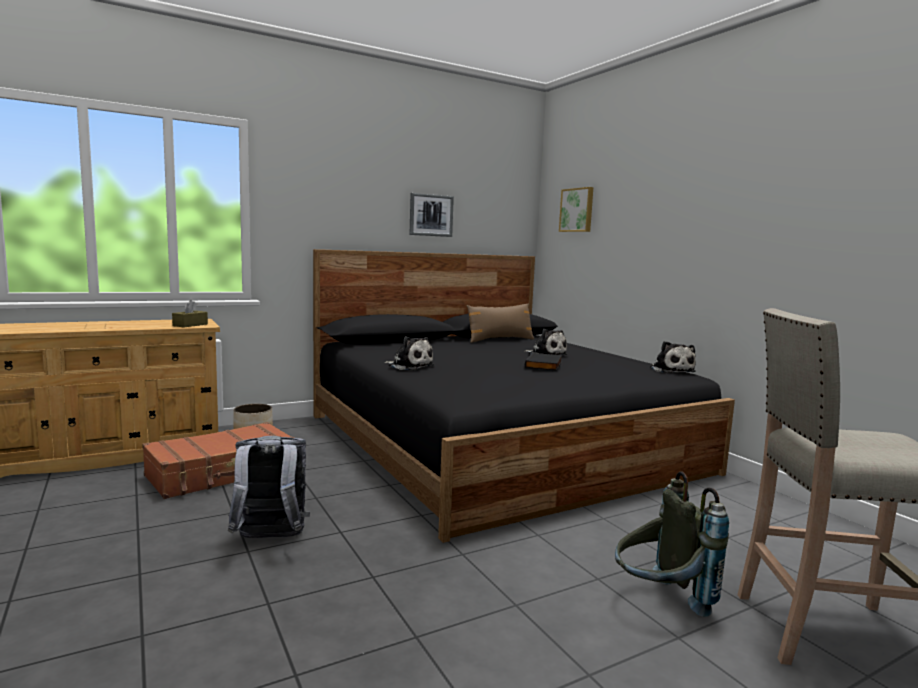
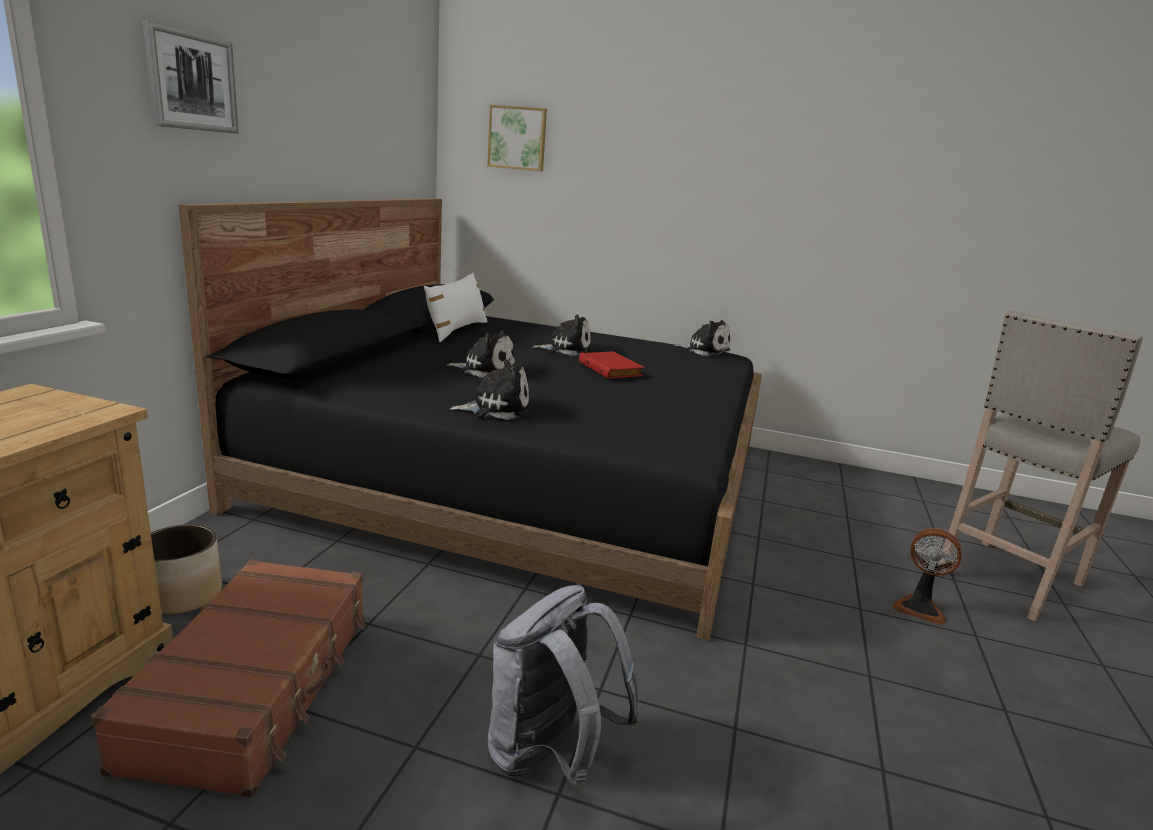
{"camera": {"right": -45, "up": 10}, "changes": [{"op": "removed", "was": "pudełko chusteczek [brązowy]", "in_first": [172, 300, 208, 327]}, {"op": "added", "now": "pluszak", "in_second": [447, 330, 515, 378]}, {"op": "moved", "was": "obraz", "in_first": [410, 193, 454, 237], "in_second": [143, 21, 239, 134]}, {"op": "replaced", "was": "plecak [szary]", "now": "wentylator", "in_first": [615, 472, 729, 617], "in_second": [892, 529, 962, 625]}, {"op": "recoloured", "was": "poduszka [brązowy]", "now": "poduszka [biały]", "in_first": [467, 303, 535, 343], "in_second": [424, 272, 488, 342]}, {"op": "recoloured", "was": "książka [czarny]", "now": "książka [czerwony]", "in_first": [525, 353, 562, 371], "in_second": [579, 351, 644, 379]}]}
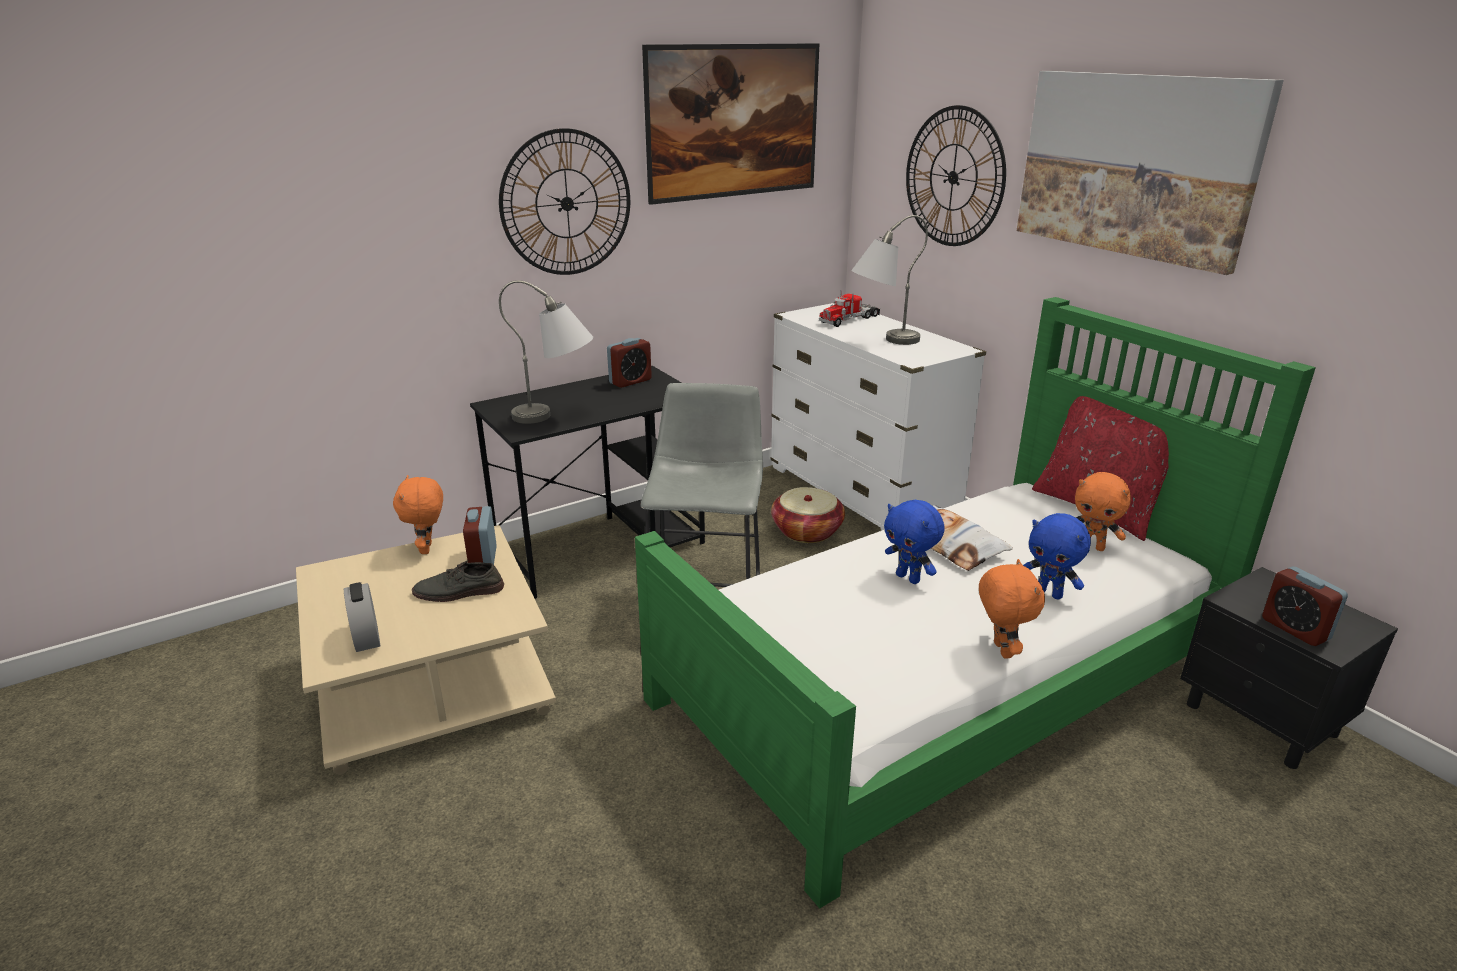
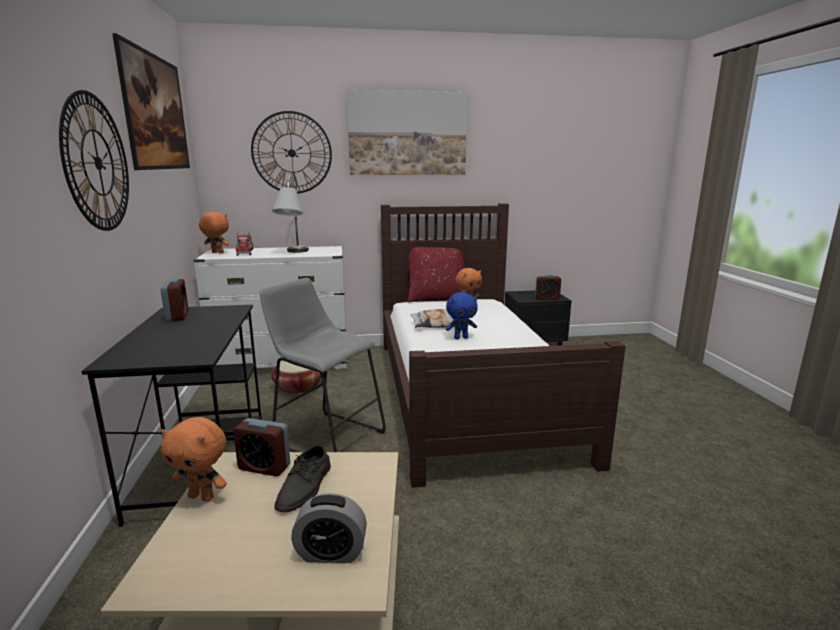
{"camera": {"right": -65, "up": -10}, "changes": [{"op": "removed", "was": "lampa stołowa [szary]", "in_first": [499, 280, 593, 424]}, {"op": "removed", "was": "pluszak [niebieski]", "in_first": [1023, 513, 1091, 600]}, {"op": "moved", "was": "pluszak [pomarańczowy]", "in_first": [979, 559, 1045, 659], "in_second": [199, 212, 229, 254]}, {"op": "recoloured", "was": "łóżko [zielony]", "now": "łóżko [brązowy]", "in_first": [635, 297, 1316, 909], "in_second": [381, 203, 626, 488]}]}
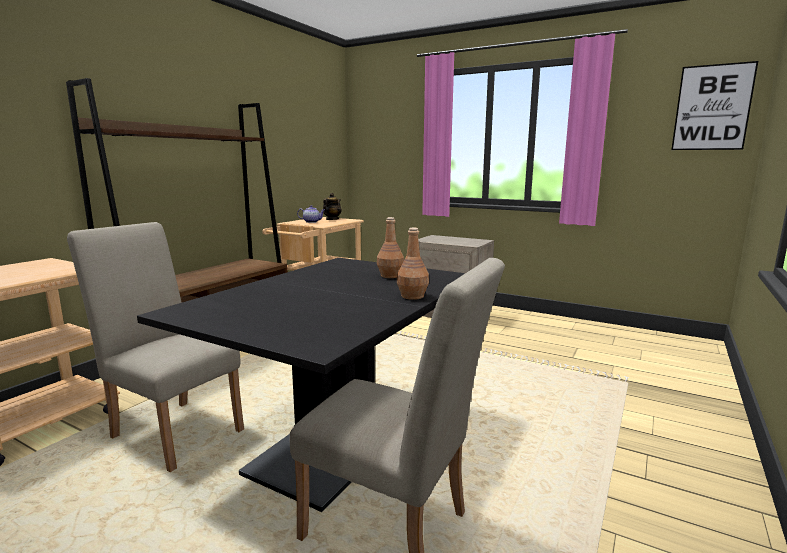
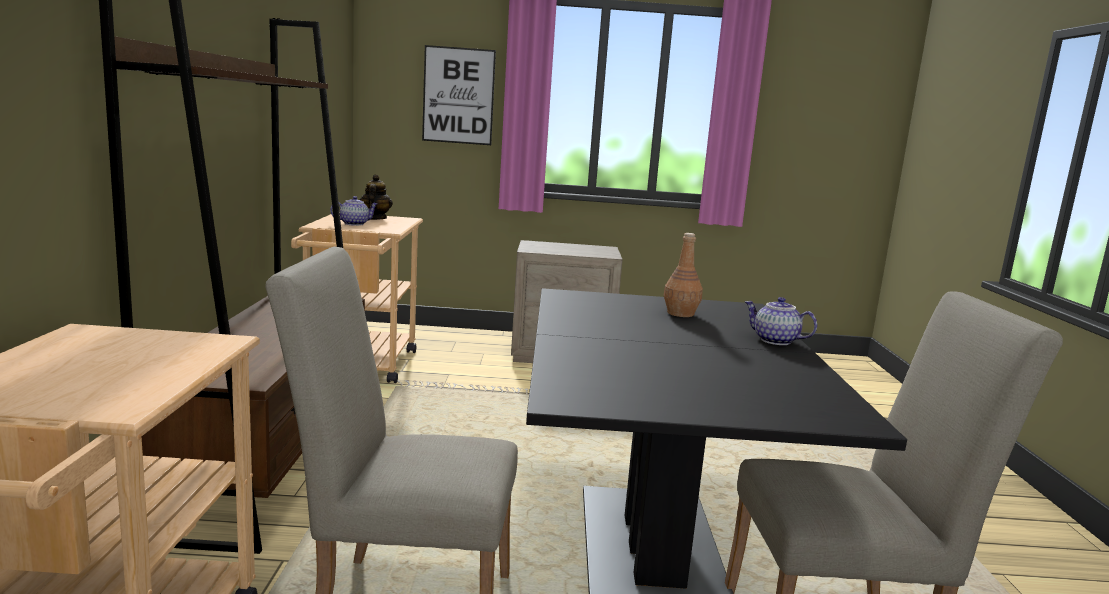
{"camera": {"right": -30, "up": 0}, "changes": [{"op": "moved", "was": "obraz", "in_first": [671, 61, 758, 150], "in_second": [422, 45, 496, 145]}, {"op": "replaced", "was": "butelka [brązowy]", "now": "imbryk", "in_first": [397, 228, 429, 300], "in_second": [745, 297, 817, 345]}]}
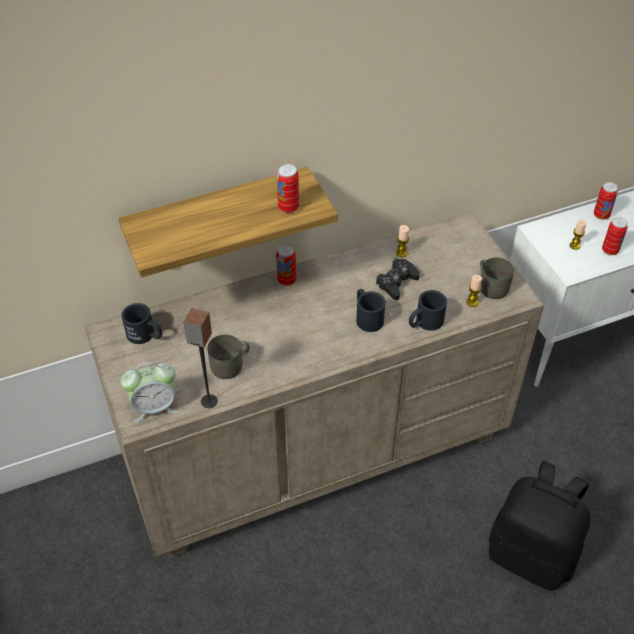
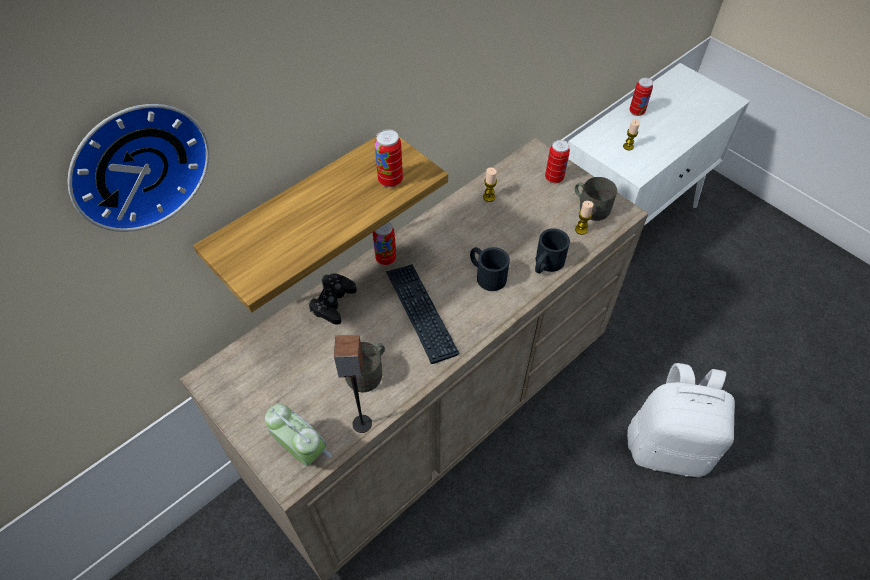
{"camera": {"right": -20, "up": 5}, "changes": [{"op": "removed", "was": "kubek [czarny]", "in_first": [121, 303, 163, 344]}, {"op": "added", "now": "zegar ścienny", "in_second": [68, 104, 210, 232]}, {"op": "added", "now": "klawiatura", "in_second": [386, 264, 459, 364]}, {"op": "moved", "was": "pad do gier [czarny]", "in_first": [376, 258, 420, 300], "in_second": [309, 273, 357, 325]}, {"op": "moved", "was": "puszka", "in_first": [602, 217, 628, 255], "in_second": [545, 140, 570, 183]}, {"op": "recoloured", "was": "plecak [czarny]", "now": "plecak [biały]", "in_first": [489, 461, 590, 591], "in_second": [627, 363, 735, 477]}, {"op": "turned", "was": "budzik", "in_first": [121, 363, 179, 422], "in_second": [265, 404, 332, 466], "clockwise": -105}]}
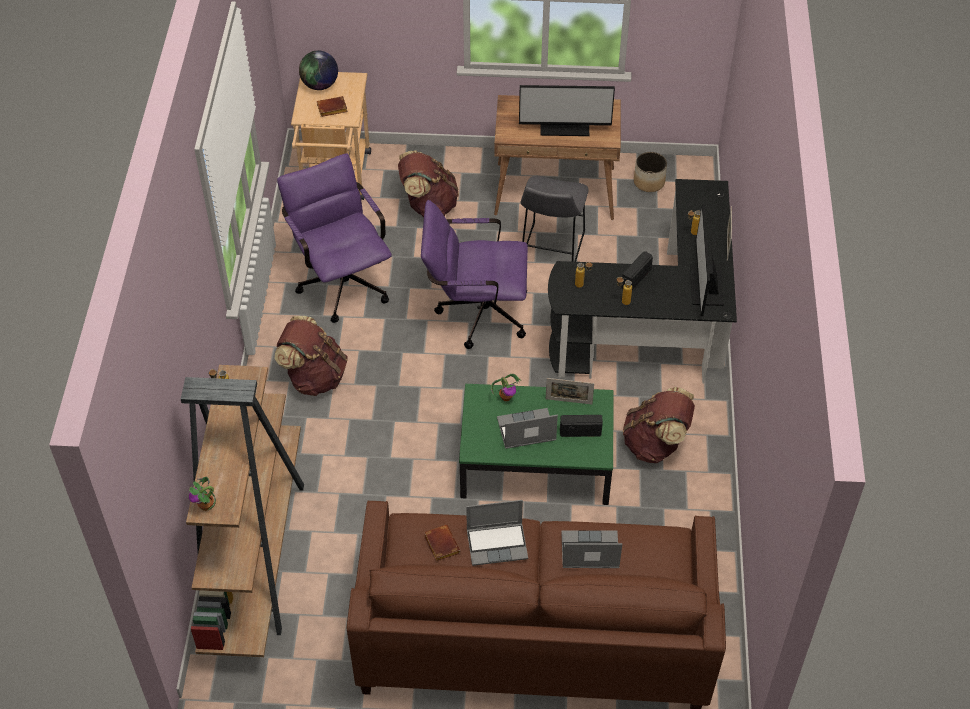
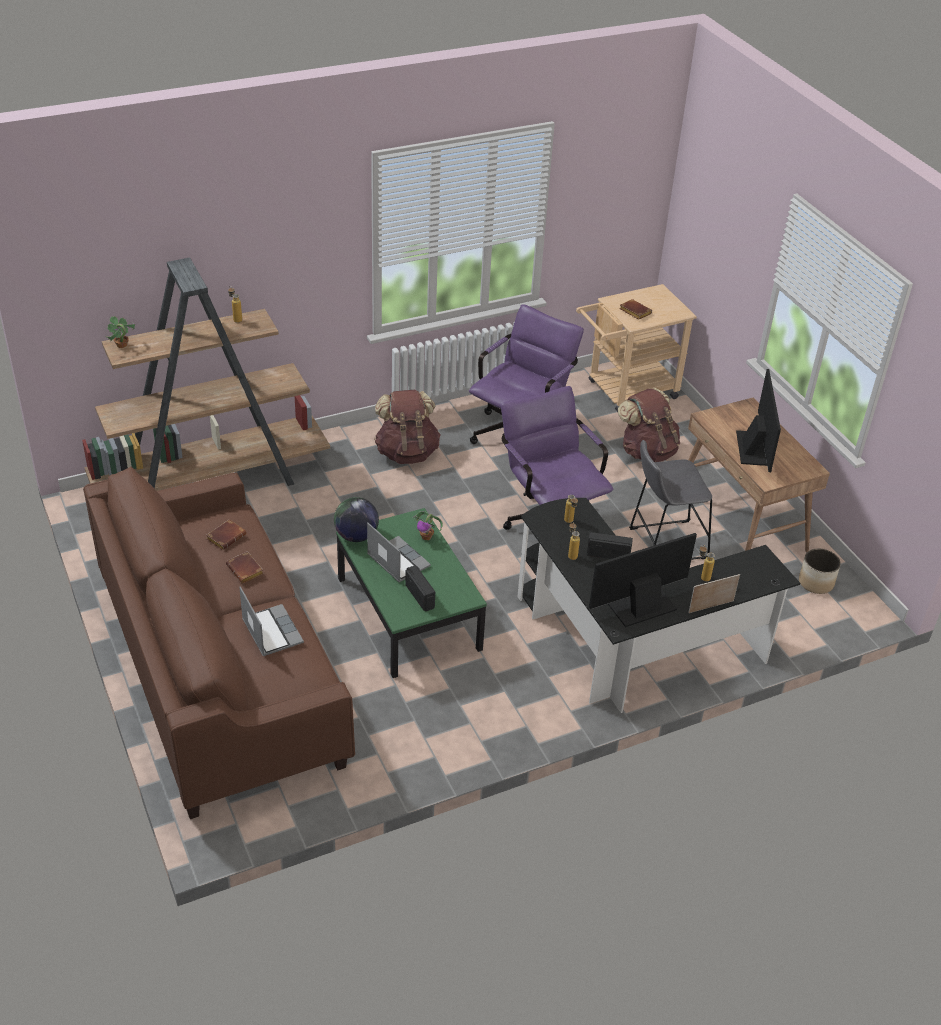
{"camera": {"right": 60, "up": -10}, "changes": [{"op": "removed", "was": "ramka na zdjęcie", "in_first": [546, 378, 594, 404]}, {"op": "removed", "was": "plecak [brązowy]", "in_first": [623, 387, 695, 463]}, {"op": "moved", "was": "globus", "in_first": [299, 51, 338, 90], "in_second": [334, 497, 379, 542]}, {"op": "replaced", "was": "laptop", "now": "książka [brązowy]", "in_first": [466, 500, 528, 566], "in_second": [226, 551, 264, 584]}, {"op": "turned", "was": "monitor", "in_first": [519, 85, 615, 136], "in_second": [736, 369, 781, 472], "clockwise": -150}]}
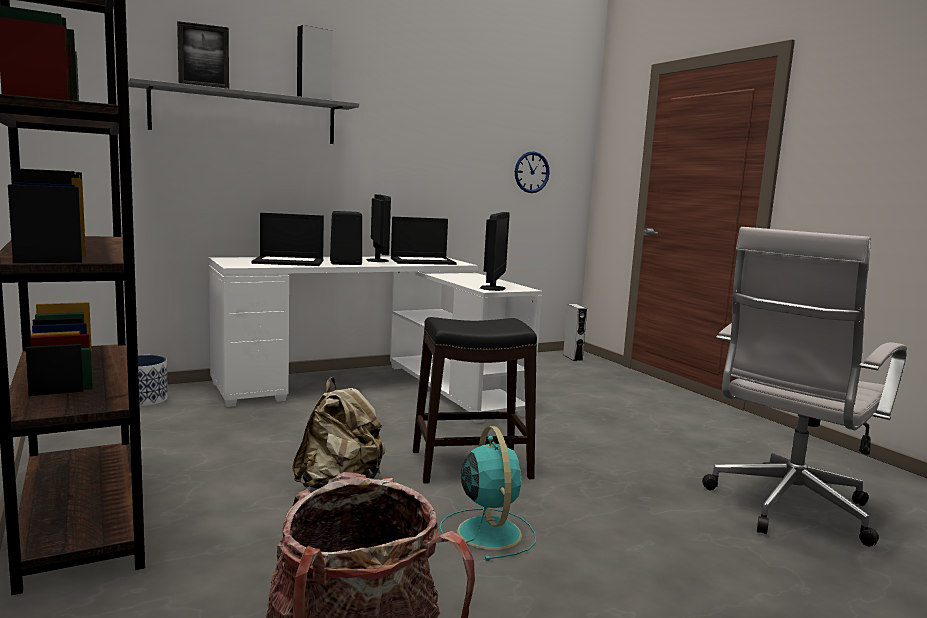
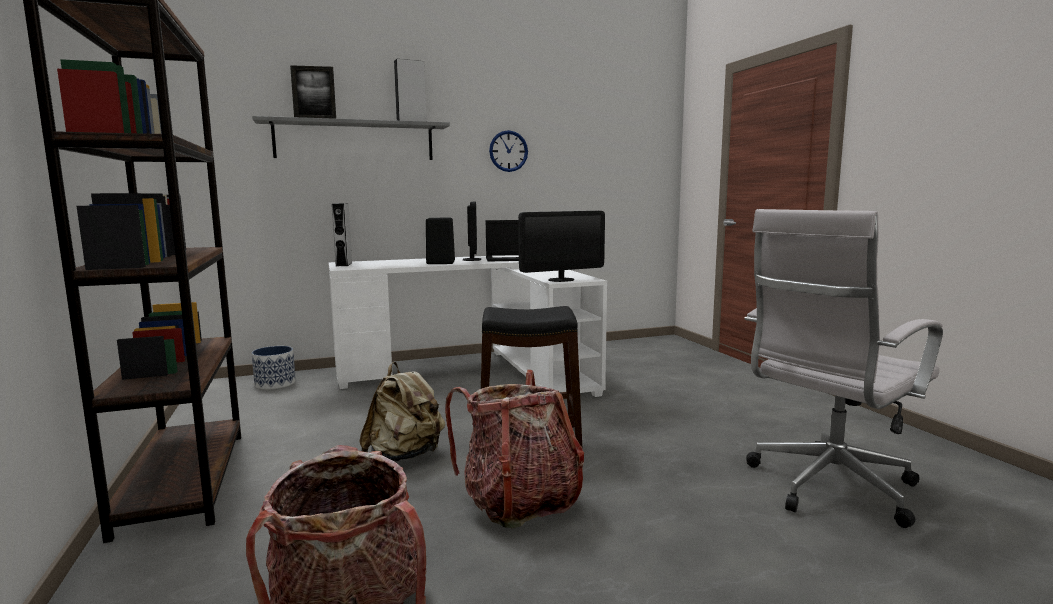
{"camera": {"right": 10, "up": 0}, "changes": [{"op": "removed", "was": "laptop", "in_first": [251, 213, 324, 266]}, {"op": "moved", "was": "zegar ścienny", "in_first": [515, 151, 550, 193], "in_second": [489, 130, 528, 172]}, {"op": "moved", "was": "głośnik [szary]", "in_first": [563, 304, 587, 361], "in_second": [332, 203, 352, 266]}, {"op": "replaced", "was": "wentylator [turkusowy]", "now": "plecak", "in_first": [440, 426, 536, 561], "in_second": [445, 370, 584, 529]}, {"op": "turned", "was": "monitor", "in_first": [480, 212, 510, 291], "in_second": [518, 211, 605, 282], "clockwise": 45}]}
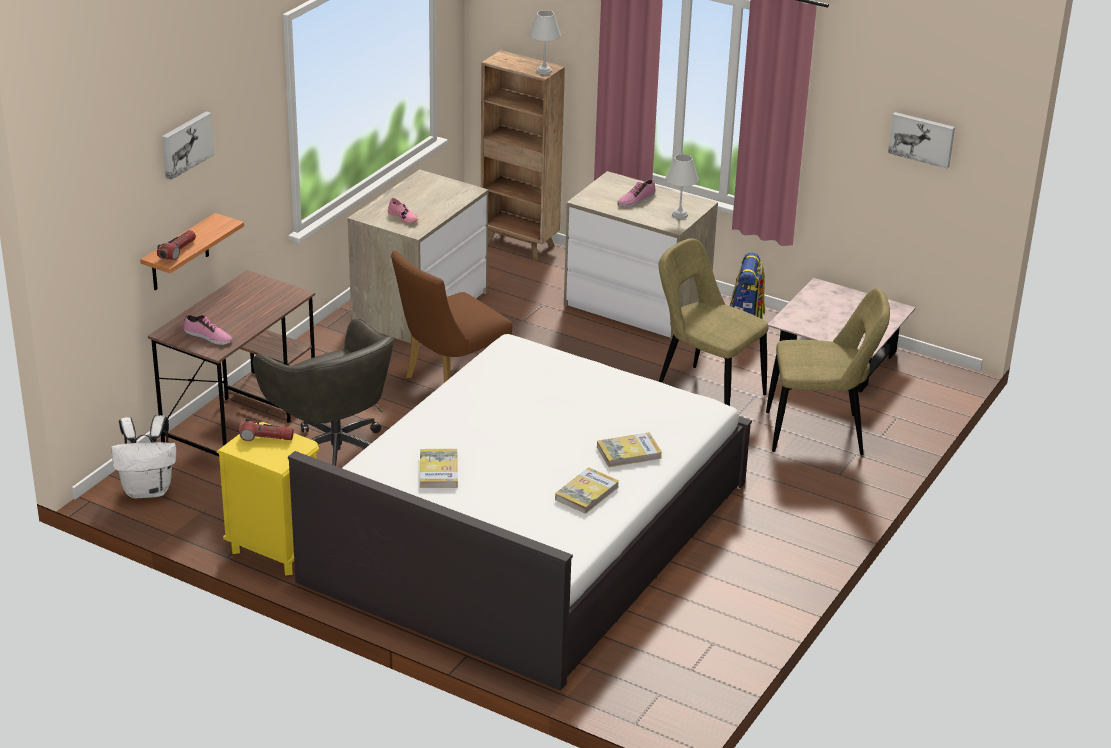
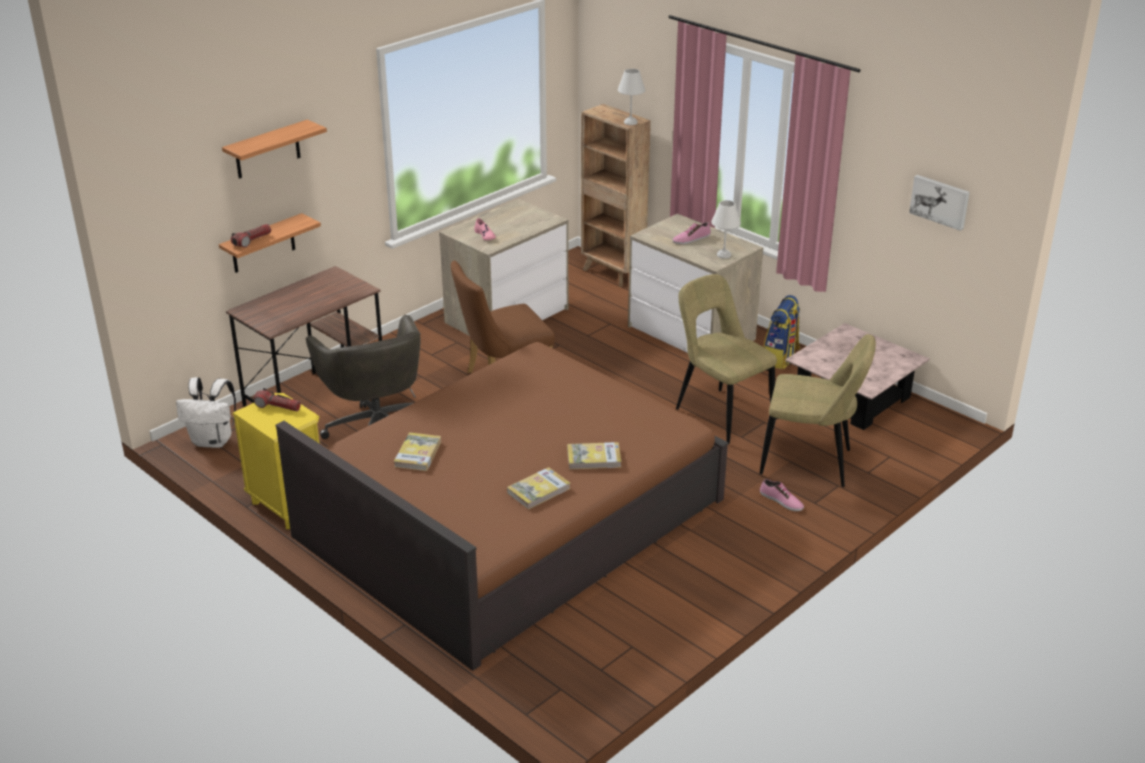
{"camera": {"right": 15, "up": 0}, "changes": [{"op": "moved", "was": "but", "in_first": [184, 315, 233, 345], "in_second": [760, 479, 804, 511]}, {"op": "replaced", "was": "obraz", "now": "półka", "in_first": [162, 112, 214, 180], "in_second": [222, 120, 327, 179]}, {"op": "recoloured", "was": "łóżko [biały]", "now": "łóżko [brązowy]", "in_first": [288, 334, 752, 691], "in_second": [275, 342, 729, 671]}]}
